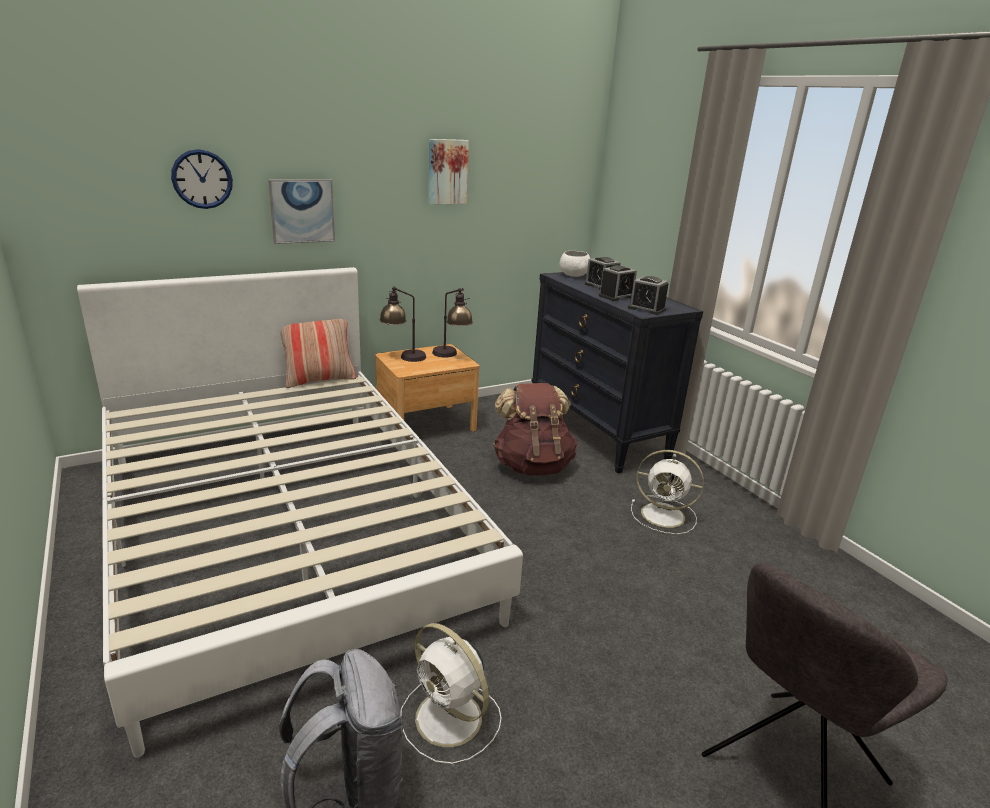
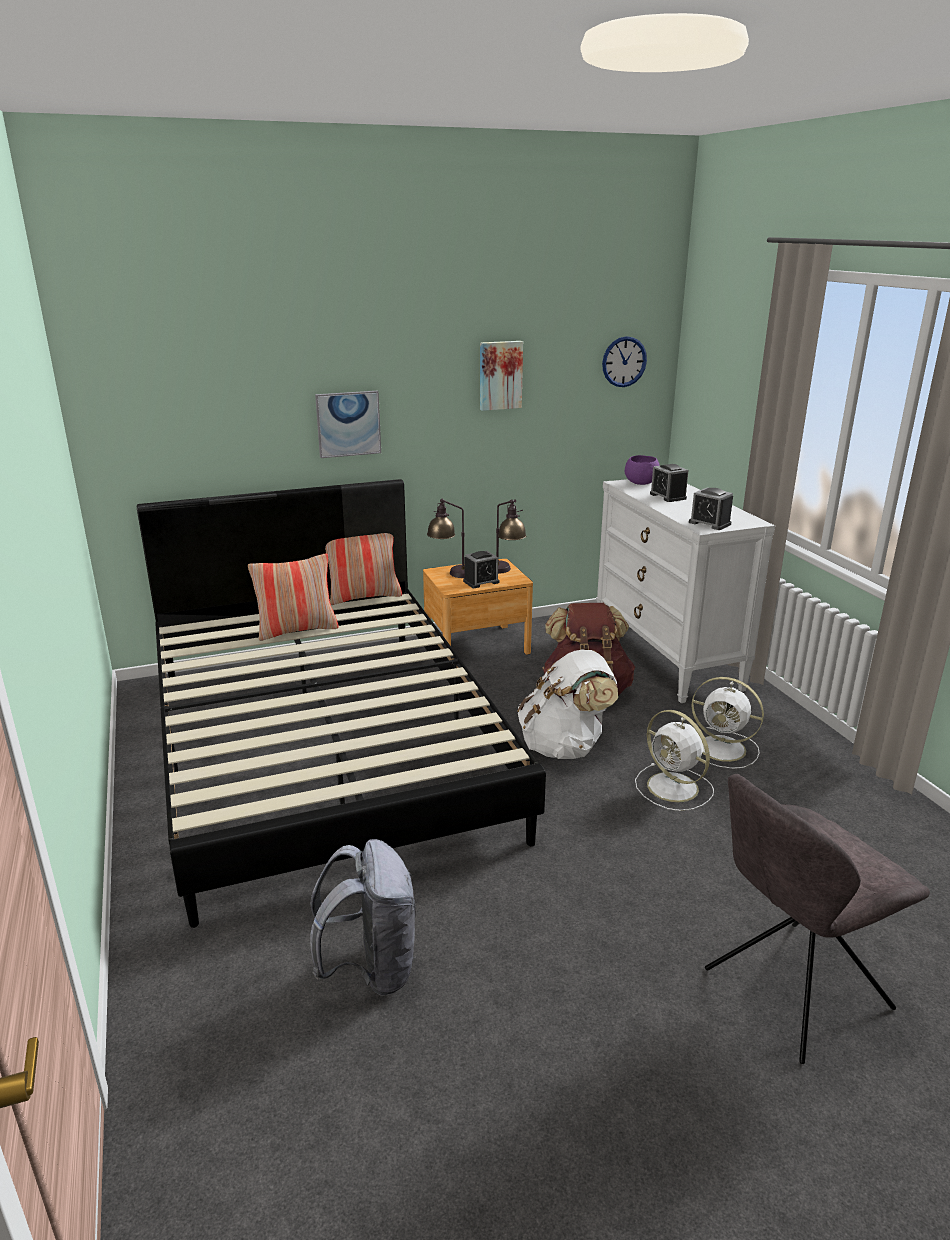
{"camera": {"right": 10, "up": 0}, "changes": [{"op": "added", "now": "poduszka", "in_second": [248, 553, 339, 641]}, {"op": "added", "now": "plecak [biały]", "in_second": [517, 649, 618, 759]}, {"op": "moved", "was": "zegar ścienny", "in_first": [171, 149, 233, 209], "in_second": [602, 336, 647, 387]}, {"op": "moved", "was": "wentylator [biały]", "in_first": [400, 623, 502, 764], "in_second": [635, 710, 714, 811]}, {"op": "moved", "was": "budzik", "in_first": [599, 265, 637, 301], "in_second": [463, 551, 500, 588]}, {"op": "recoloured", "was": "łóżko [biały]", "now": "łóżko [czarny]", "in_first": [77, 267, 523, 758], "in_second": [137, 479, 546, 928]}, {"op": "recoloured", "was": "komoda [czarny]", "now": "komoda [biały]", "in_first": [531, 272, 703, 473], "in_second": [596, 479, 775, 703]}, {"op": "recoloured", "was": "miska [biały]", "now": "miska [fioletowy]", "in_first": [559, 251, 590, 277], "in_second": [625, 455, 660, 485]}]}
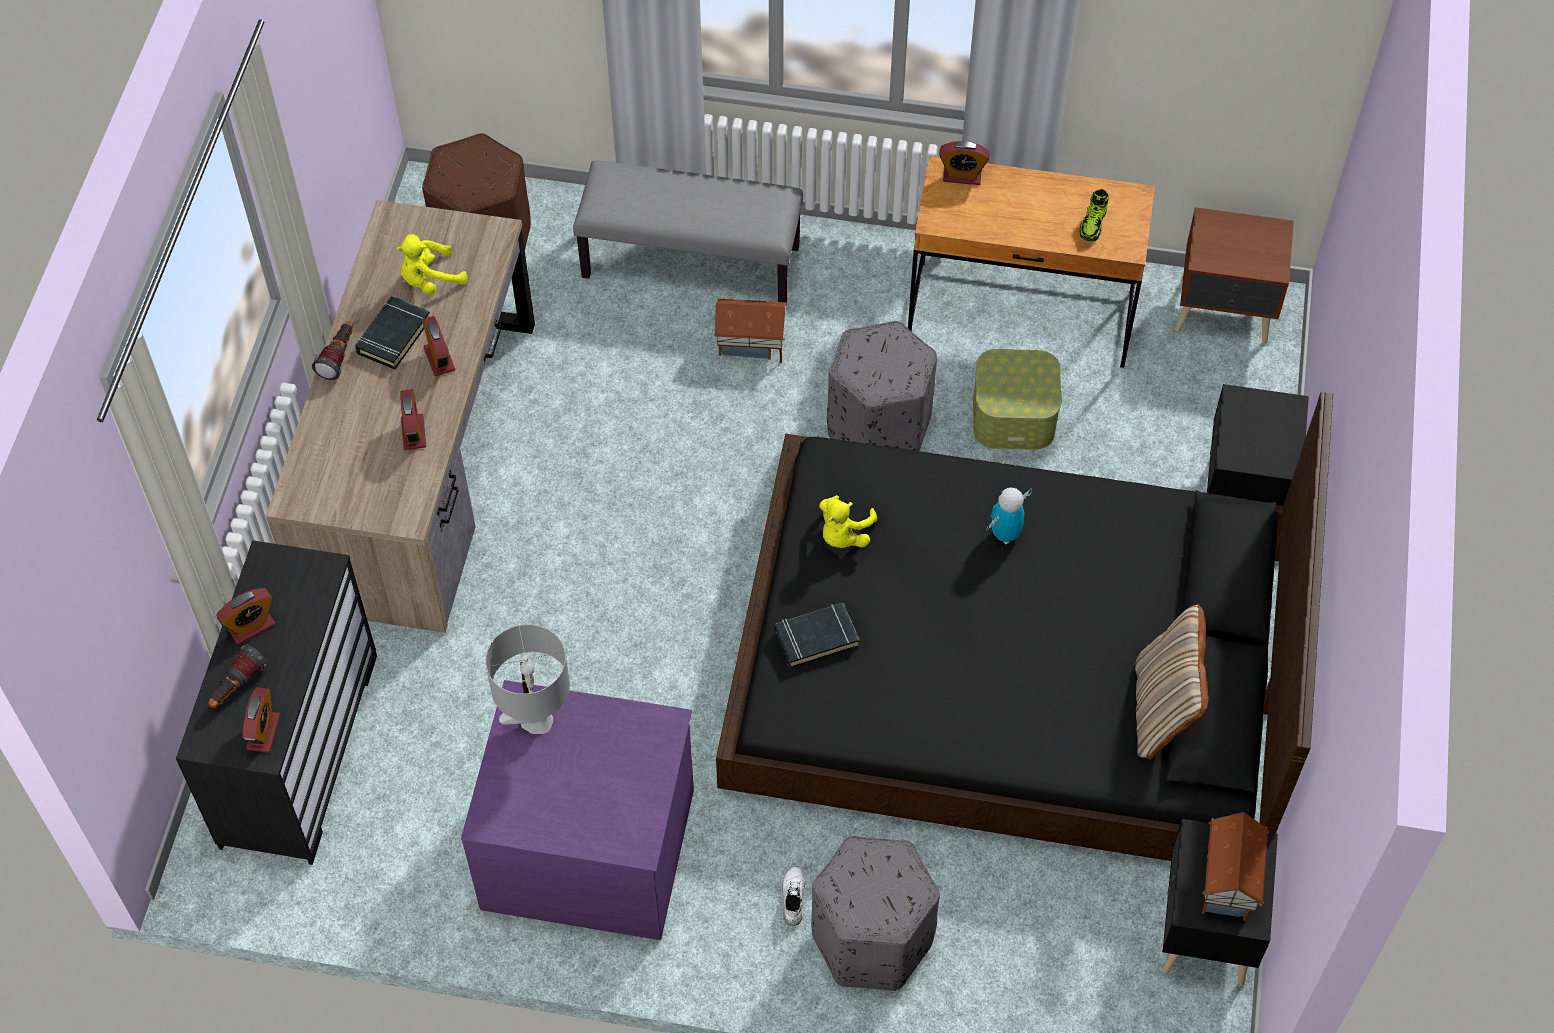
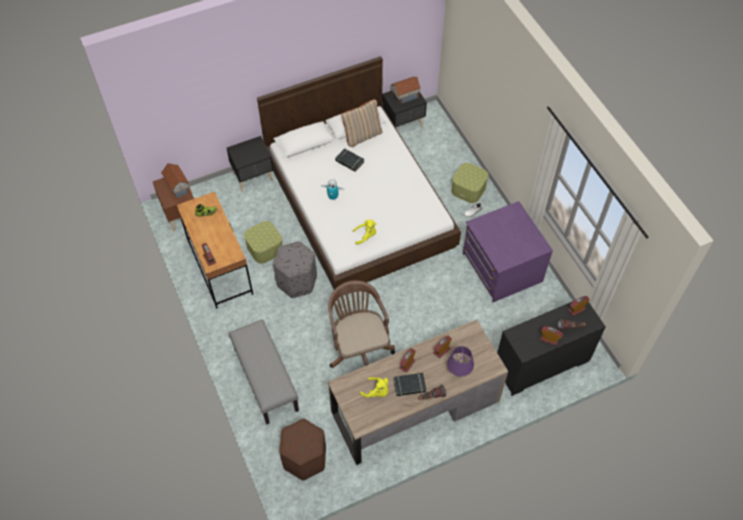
{"camera": {"right": -125, "up": 0}, "changes": [{"op": "removed", "was": "lampa stołowa [szary]", "in_first": [485, 624, 570, 734]}, {"op": "added", "now": "krzesło biurowe [brązowy]", "in_second": [328, 280, 395, 368]}, {"op": "added", "now": "lampa stołowa [fioletowy]", "in_second": [447, 346, 474, 377]}, {"op": "moved", "was": "domek", "in_first": [714, 299, 788, 363], "in_second": [161, 163, 189, 199]}, {"op": "moved", "was": "książka [czarny]", "in_first": [775, 602, 860, 668], "in_second": [335, 148, 364, 172]}, {"op": "replaced", "was": "pufa [szary]", "now": "pojemnik do przechowywania", "in_first": [811, 836, 940, 991], "in_second": [451, 163, 488, 203]}, {"op": "recoloured", "was": "łóżko [czarny]", "now": "łóżko [biały]", "in_first": [716, 392, 1333, 861], "in_second": [257, 56, 461, 290]}]}
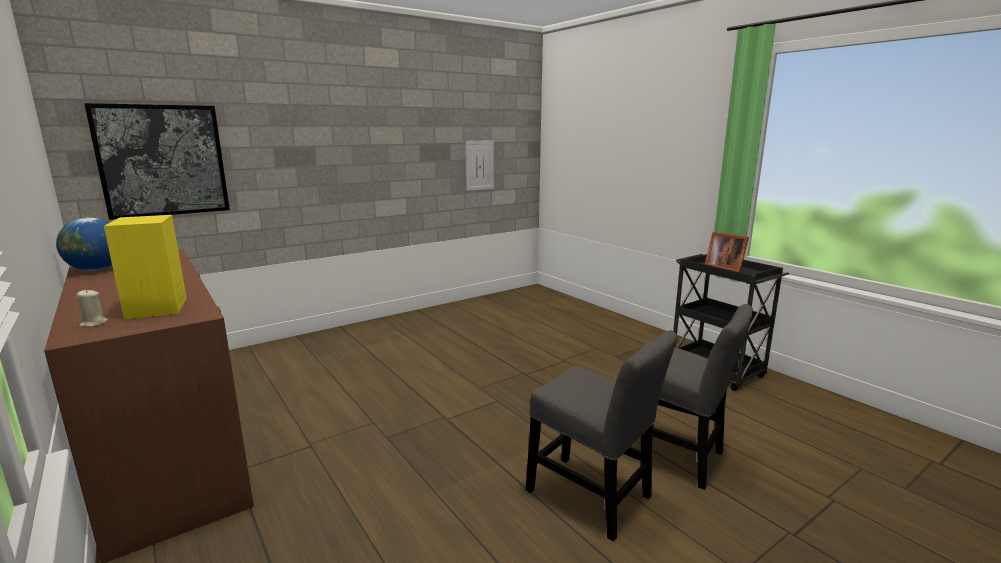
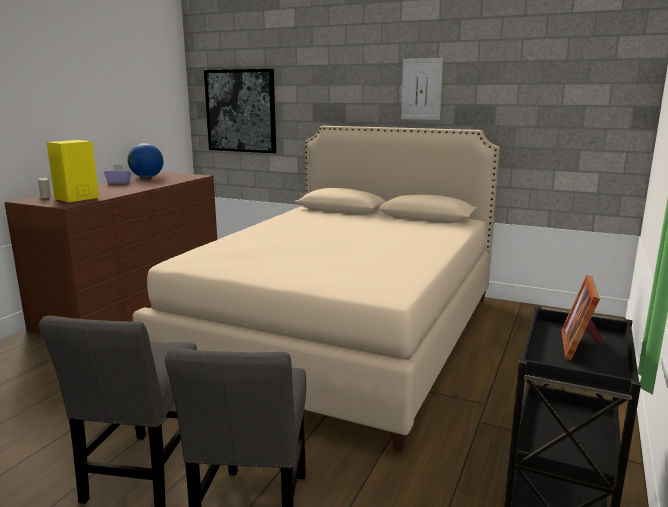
{"camera": {"right": 60, "up": 0}, "changes": [{"op": "added", "now": "pudełko chusteczek [fioletowy]", "in_second": [104, 165, 132, 184]}, {"op": "added", "now": "łóżko [beżowy]", "in_second": [133, 126, 500, 452]}, {"op": "moved", "was": "obraz", "in_first": [466, 140, 494, 191], "in_second": [401, 58, 443, 120]}]}
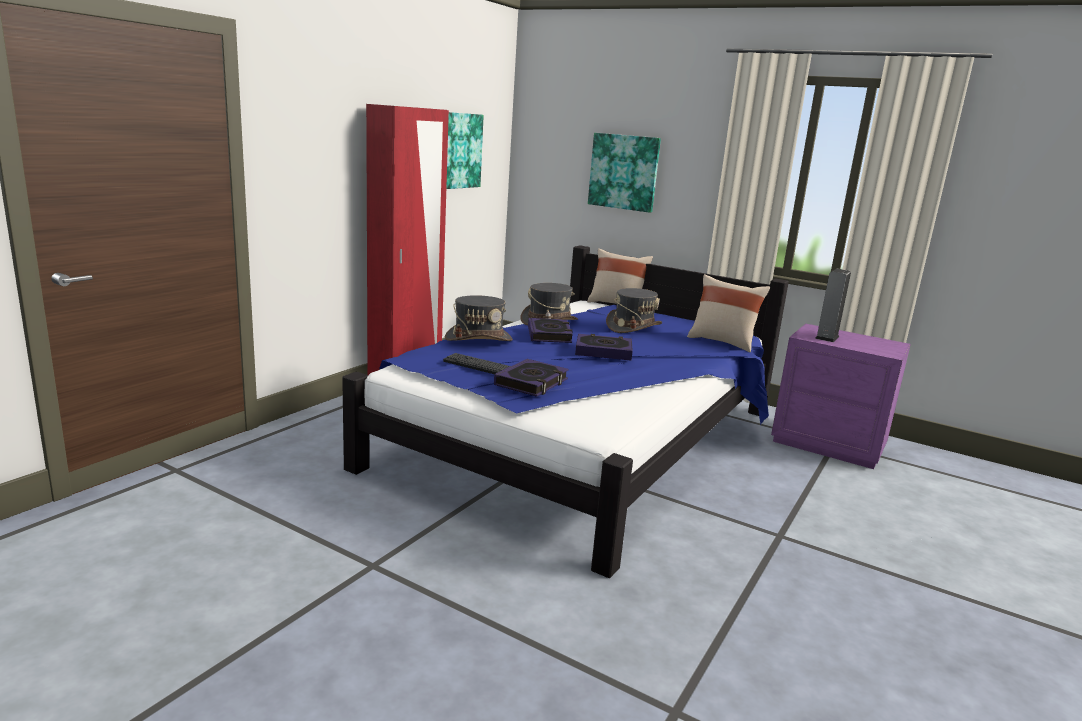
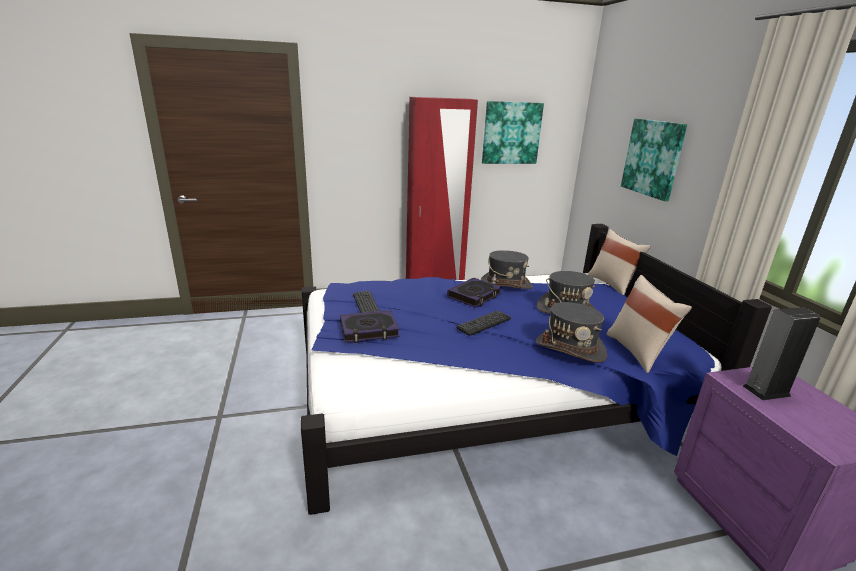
{"camera": {"right": 45, "up": 5}, "changes": [{"op": "moved", "was": "kapelusz [szary]", "in_first": [445, 295, 513, 341], "in_second": [536, 302, 607, 363]}, {"op": "replaced", "was": "książka", "now": "klawiatura", "in_first": [575, 334, 633, 360], "in_second": [456, 310, 511, 336]}]}
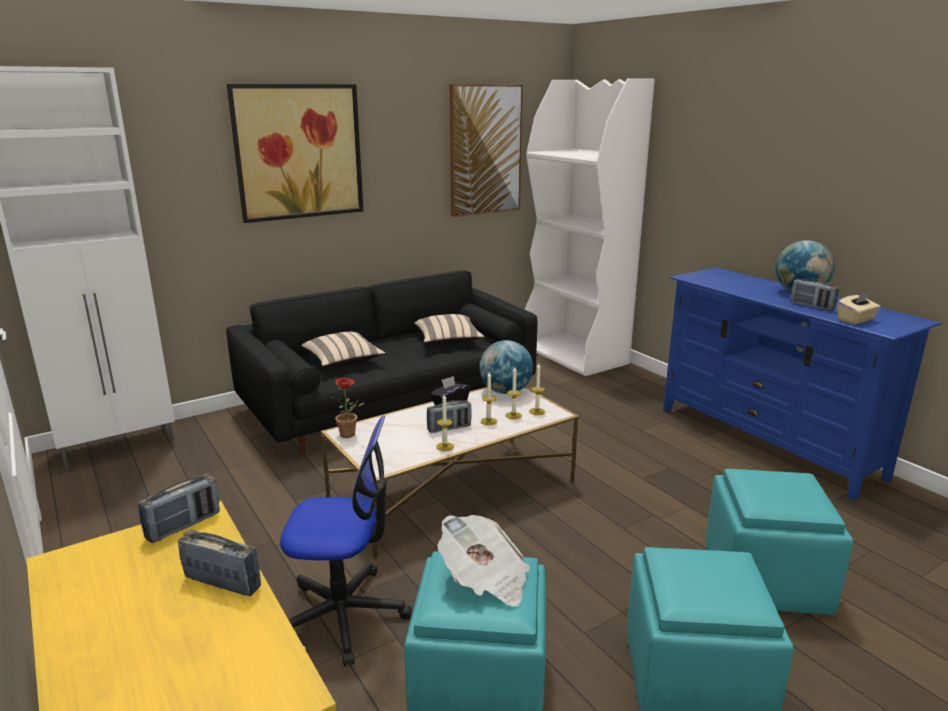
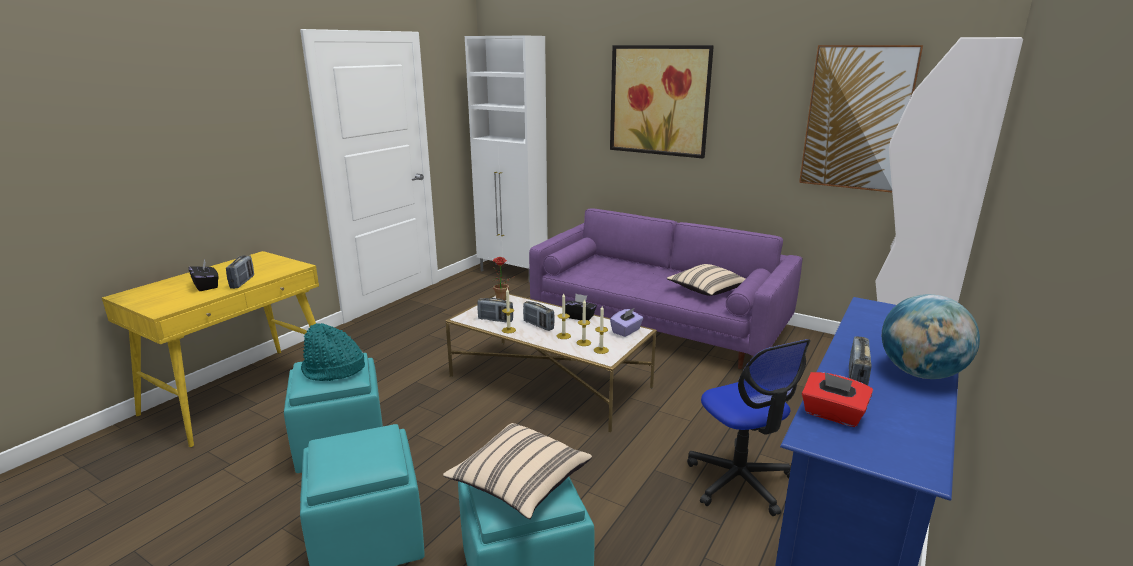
{"camera": {"right": 65, "up": 0}, "changes": [{"op": "added", "now": "pudełko chusteczek [czarny]", "in_second": [188, 260, 219, 291]}, {"op": "moved", "was": "radio", "in_first": [138, 474, 220, 543], "in_second": [477, 298, 513, 323]}, {"op": "moved", "was": "krzesło biurowe", "in_first": [280, 416, 412, 666], "in_second": [687, 339, 811, 516]}, {"op": "moved", "was": "poduszka [beżowy]", "in_first": [301, 332, 385, 367], "in_second": [443, 423, 592, 519]}, {"op": "replaced", "was": "gazeta", "now": "kapelusz [turkusowy]", "in_first": [437, 515, 530, 606], "in_second": [301, 323, 365, 381]}, {"op": "replaced", "was": "globus", "now": "pudełko chusteczek [fioletowy]", "in_first": [479, 340, 533, 394], "in_second": [610, 308, 643, 337]}, {"op": "recoloured", "was": "kanapa [czarny]", "now": "kanapa [fioletowy]", "in_first": [226, 270, 537, 455], "in_second": [529, 208, 803, 369]}, {"op": "recoloured", "was": "pudełko chusteczek [beżowy]", "now": "pudełko chusteczek [czerwony]", "in_first": [837, 292, 881, 325], "in_second": [802, 372, 873, 427]}]}
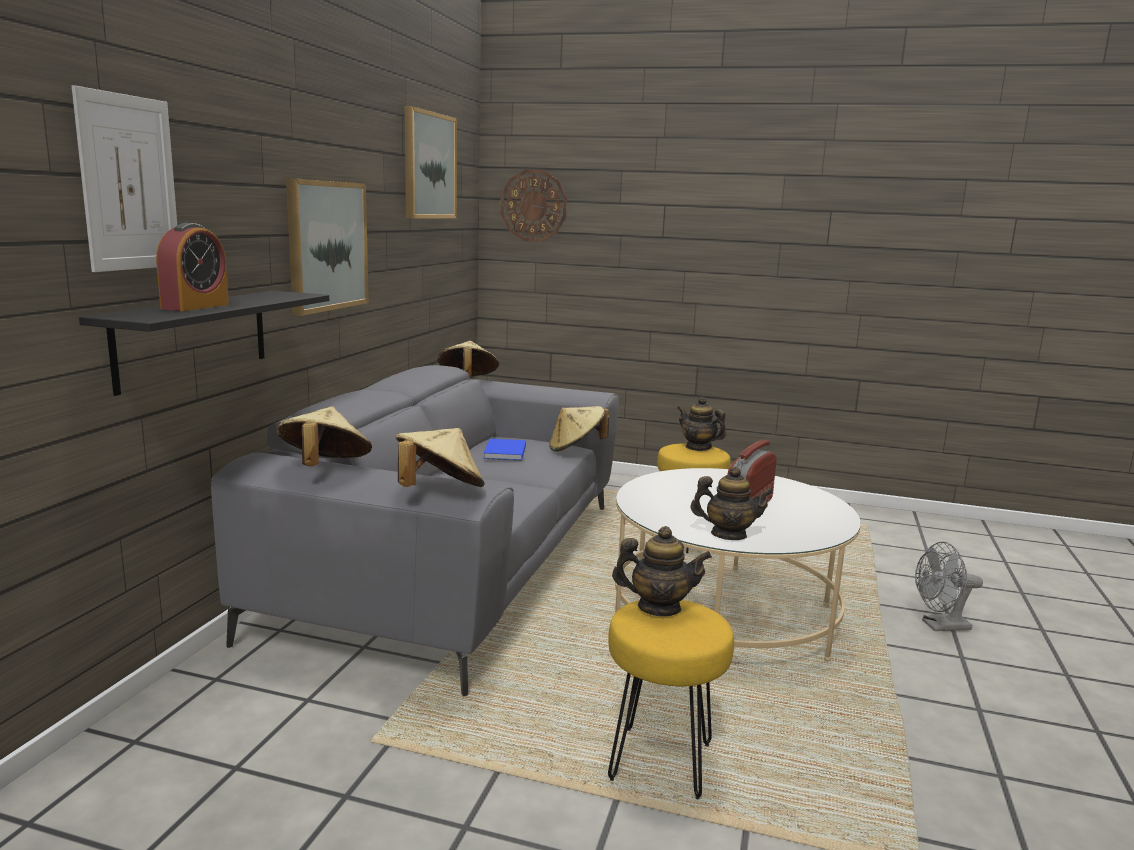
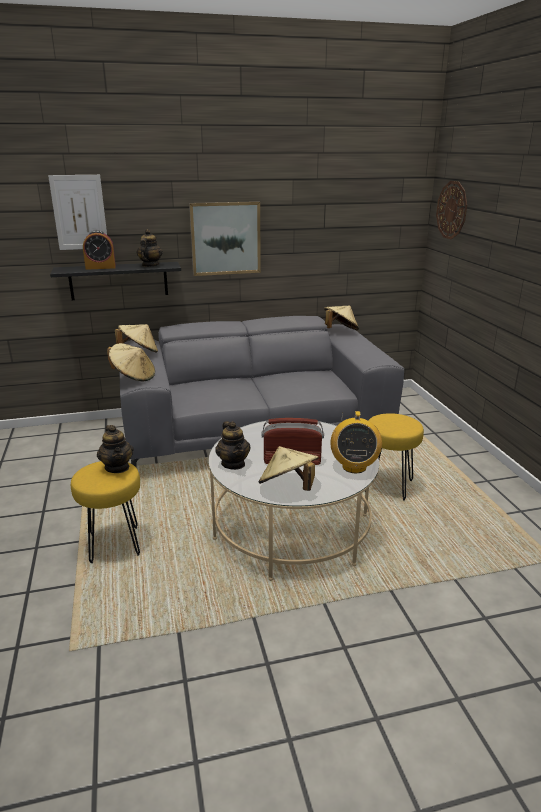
{"camera": {"right": 60, "up": 10}, "changes": [{"op": "removed", "was": "obraz", "in_first": [405, 106, 457, 218]}, {"op": "removed", "was": "książka [niebieski]", "in_first": [483, 439, 526, 461]}, {"op": "removed", "was": "wentylator [szary]", "in_first": [915, 542, 983, 631]}, {"op": "added", "now": "radio", "in_second": [330, 411, 382, 473]}, {"op": "moved", "was": "kapelusz [beżowy]", "in_first": [549, 406, 609, 452], "in_second": [258, 446, 319, 491]}, {"op": "moved", "was": "imbryk", "in_first": [677, 397, 726, 451], "in_second": [137, 229, 163, 267]}]}
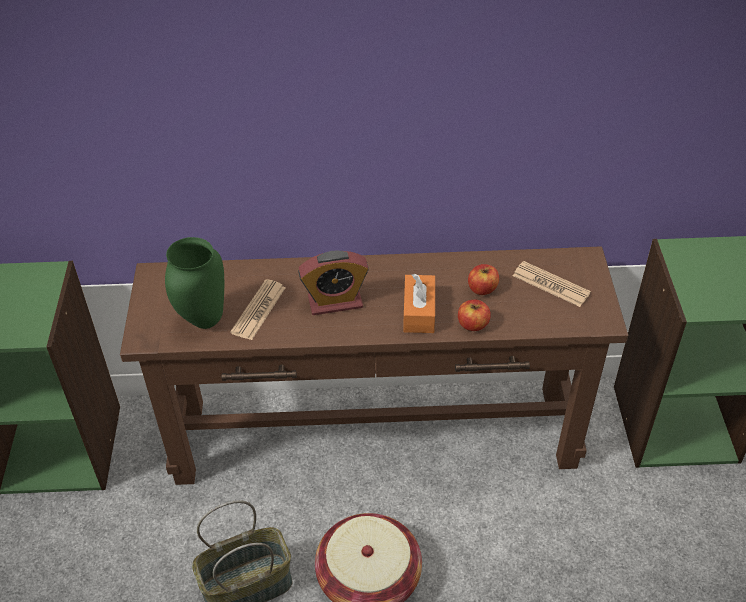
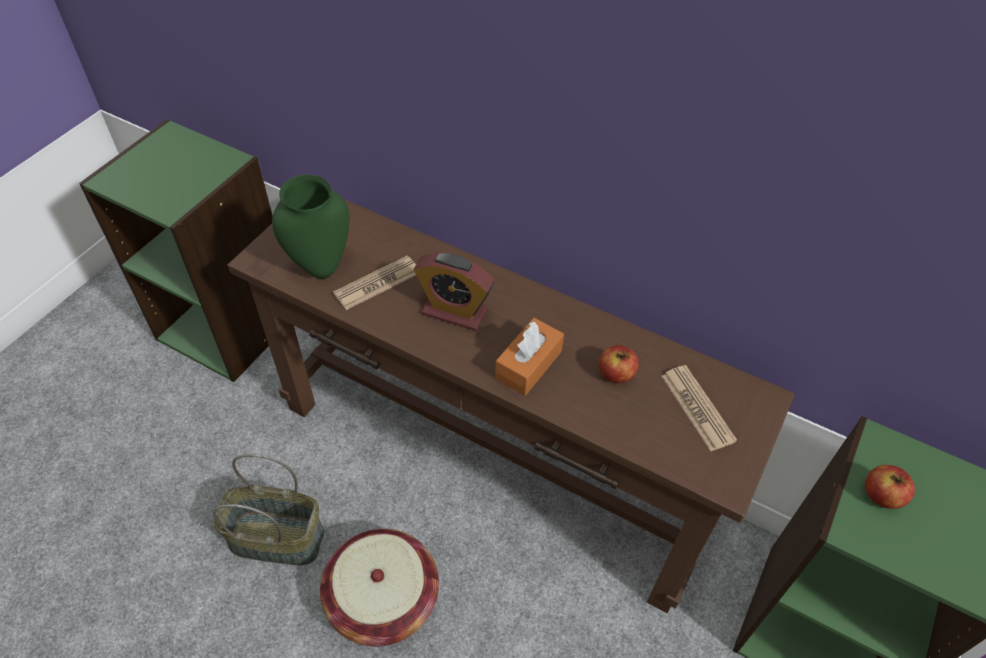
{"camera": {"right": 30, "up": 5}, "changes": [{"op": "moved", "was": "jabłko", "in_first": [458, 300, 491, 331], "in_second": [865, 465, 915, 509]}]}
